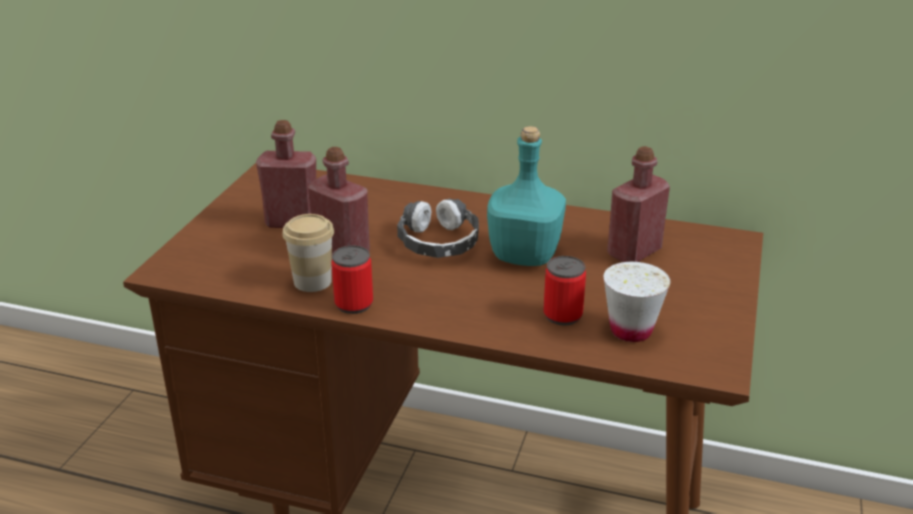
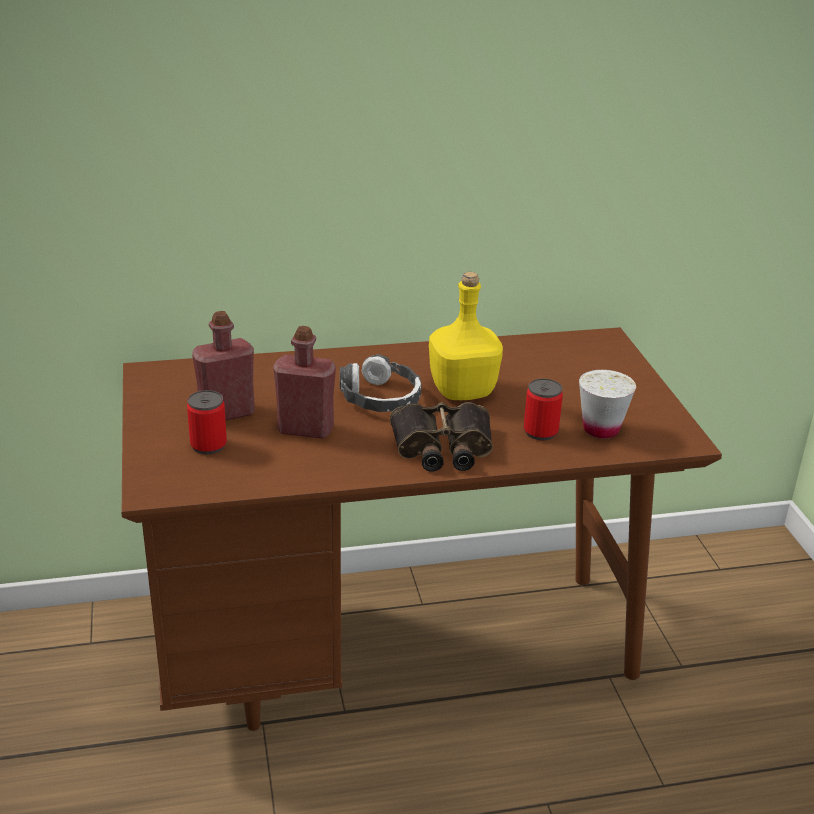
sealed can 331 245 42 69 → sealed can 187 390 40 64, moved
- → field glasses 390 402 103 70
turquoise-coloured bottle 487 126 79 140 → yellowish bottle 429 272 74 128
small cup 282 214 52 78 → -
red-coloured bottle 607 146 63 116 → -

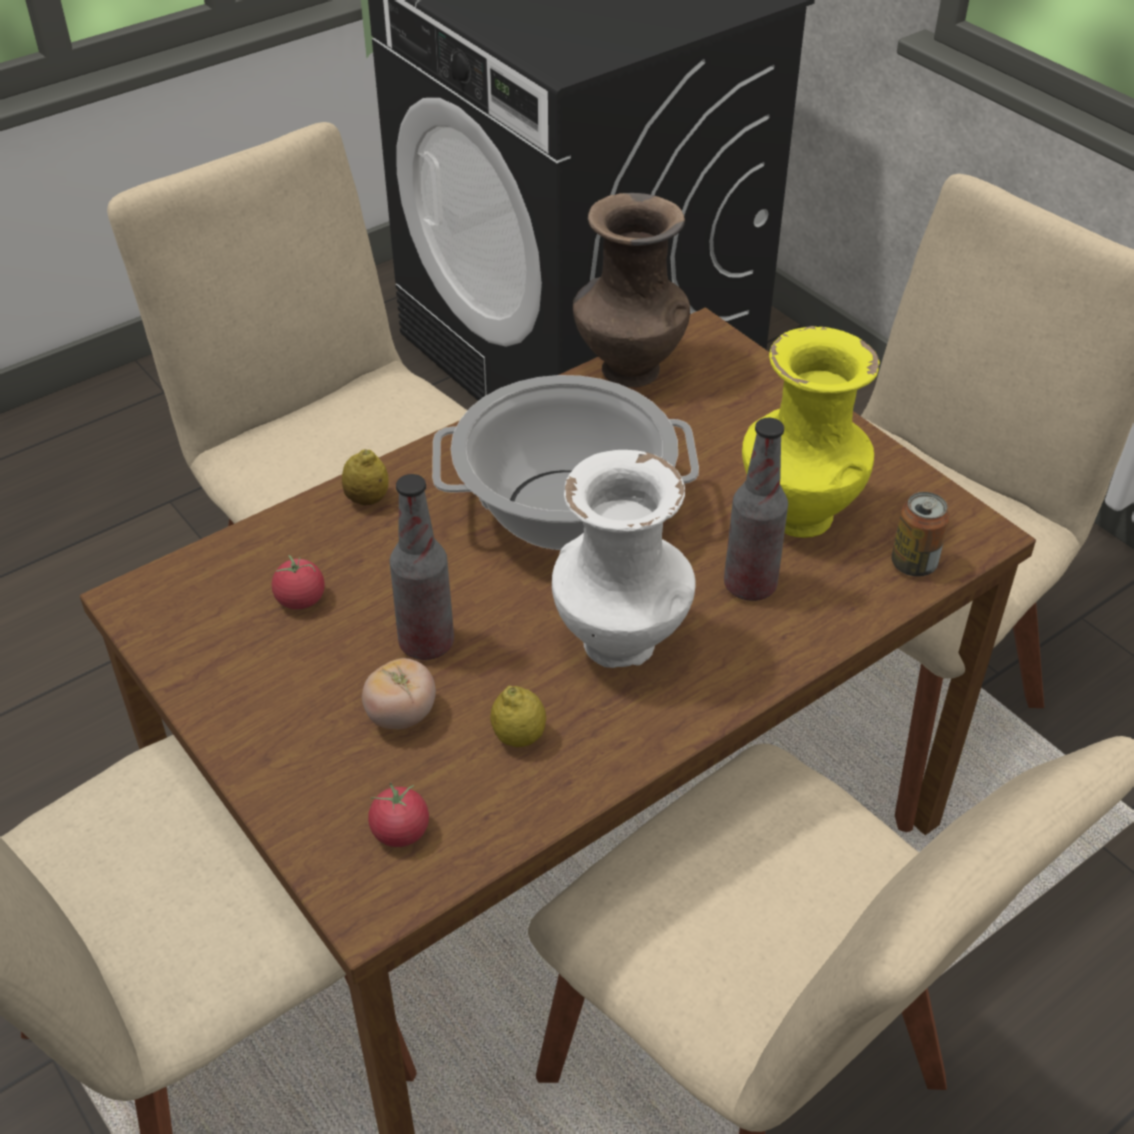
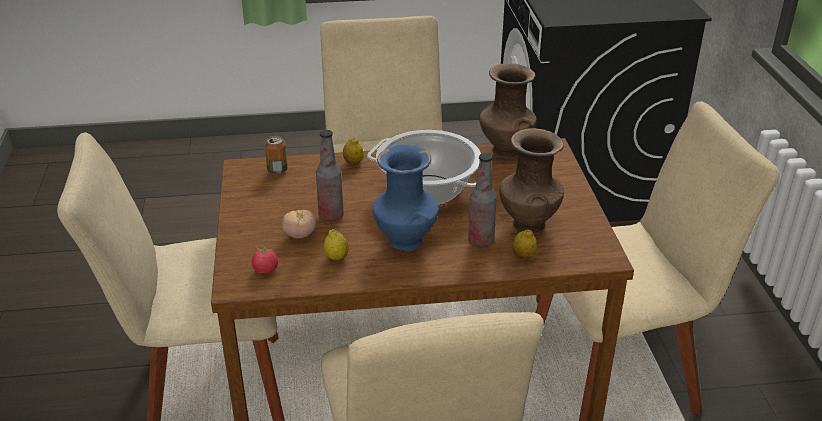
sealed can 892 492 58 85 → sealed can 265 136 22 38, moved
white-coloured vase 552 450 144 218 → blue vase 373 145 66 107
yellowish vase 742 326 138 212 → brown-coloured vase 499 128 65 106
- → citrus fruit 512 229 25 30
whole tomato 272 555 53 55 → -

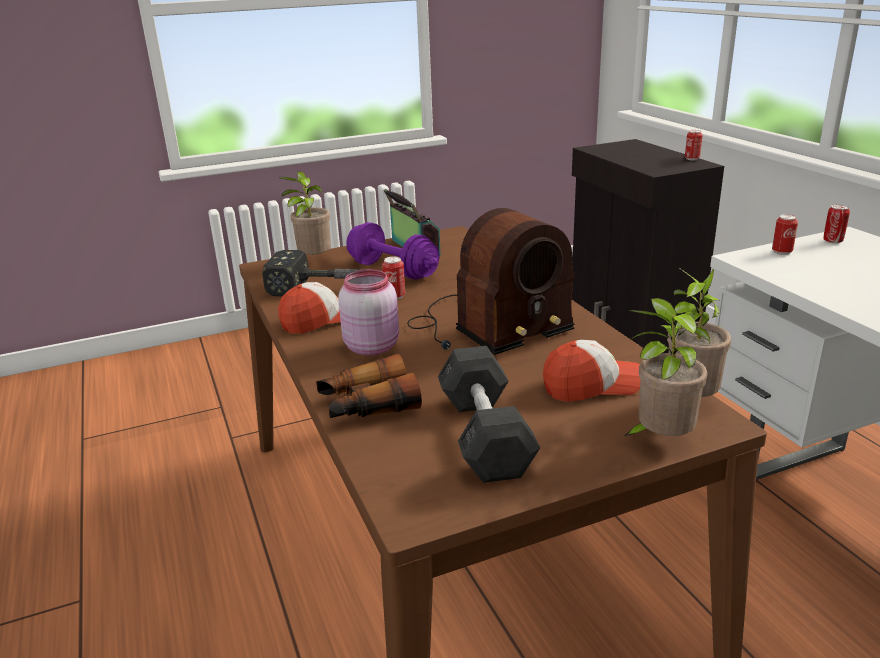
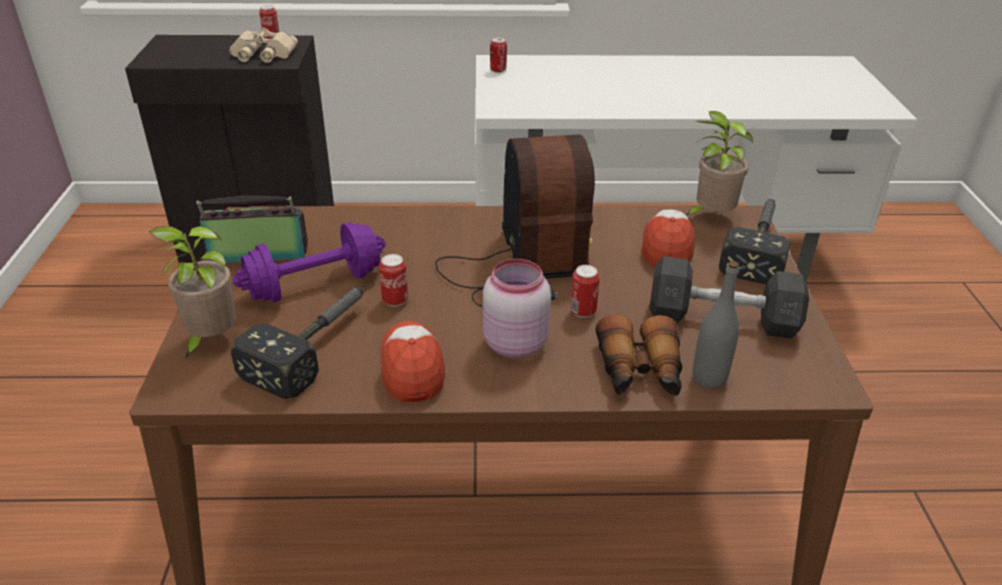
- → sand-coloured field glasses 230 27 68 36
sealed can 772 214 26 41 → sealed can 570 265 30 53, moved
- → grey bottle 693 261 46 128
houseplant 623 298 87 139 → tool hammer 719 199 72 86

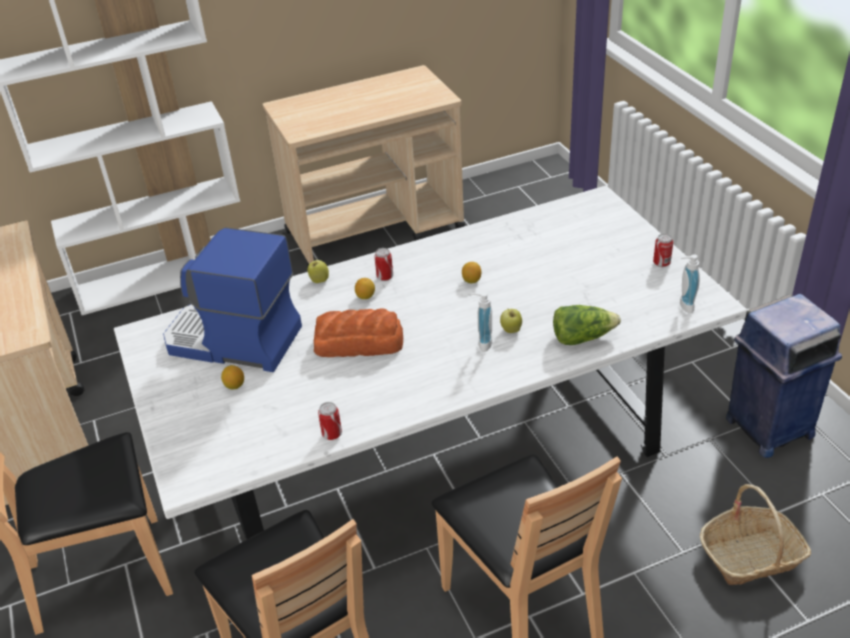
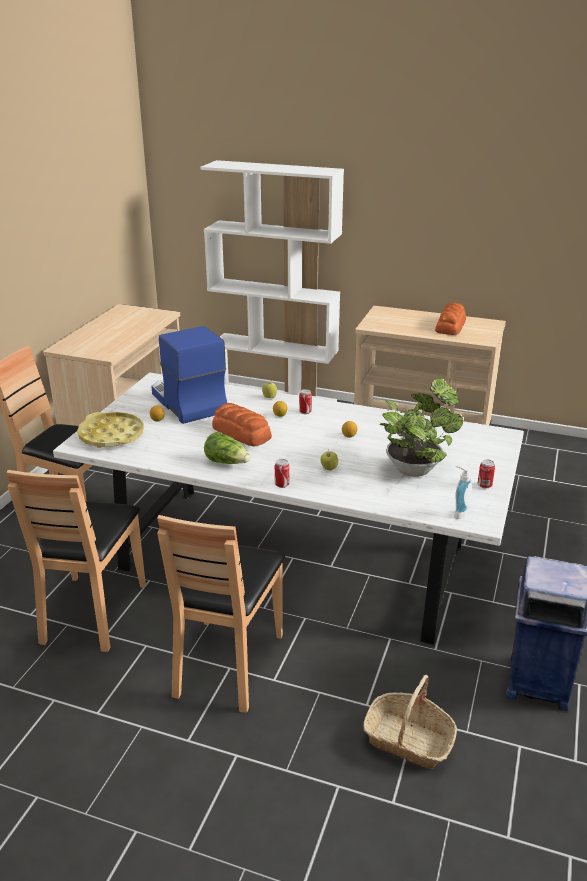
- → yellowish carrying tray 77 412 67 36
head of lettuce 553 305 68 40 → head of lettuce 204 432 46 32, moved
sealed can 318 402 24 38 → sealed can 275 459 14 29, moved
- → houseplant 380 378 83 99
- → bakery bread 435 303 31 32
liquid soap bottle 471 292 21 60 → -

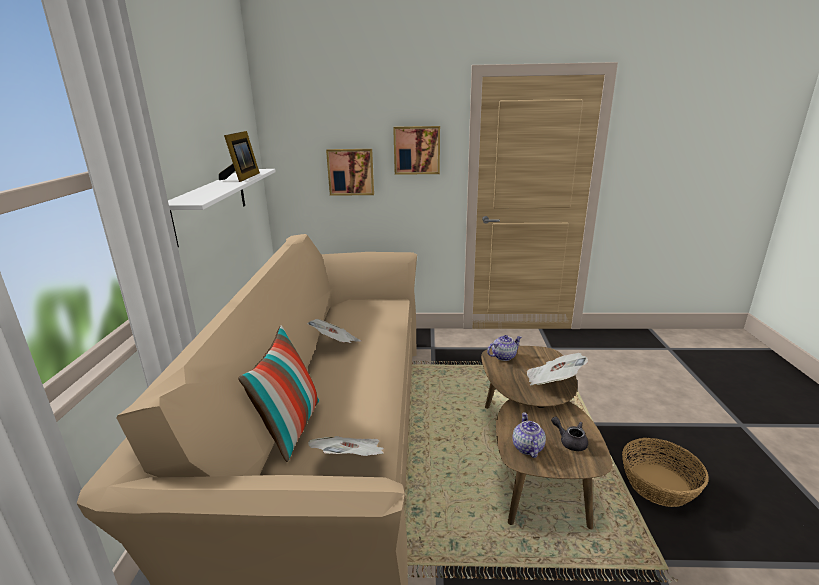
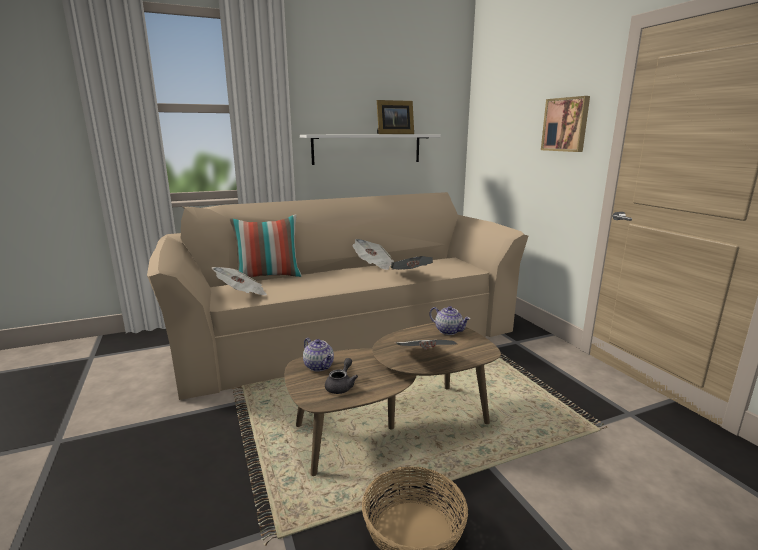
tea pot 512 412 34 46 → tea pot 303 338 31 33, 75 degrees clockwise
- → newspaper 391 256 42 14
wall picture 326 149 48 47 → -

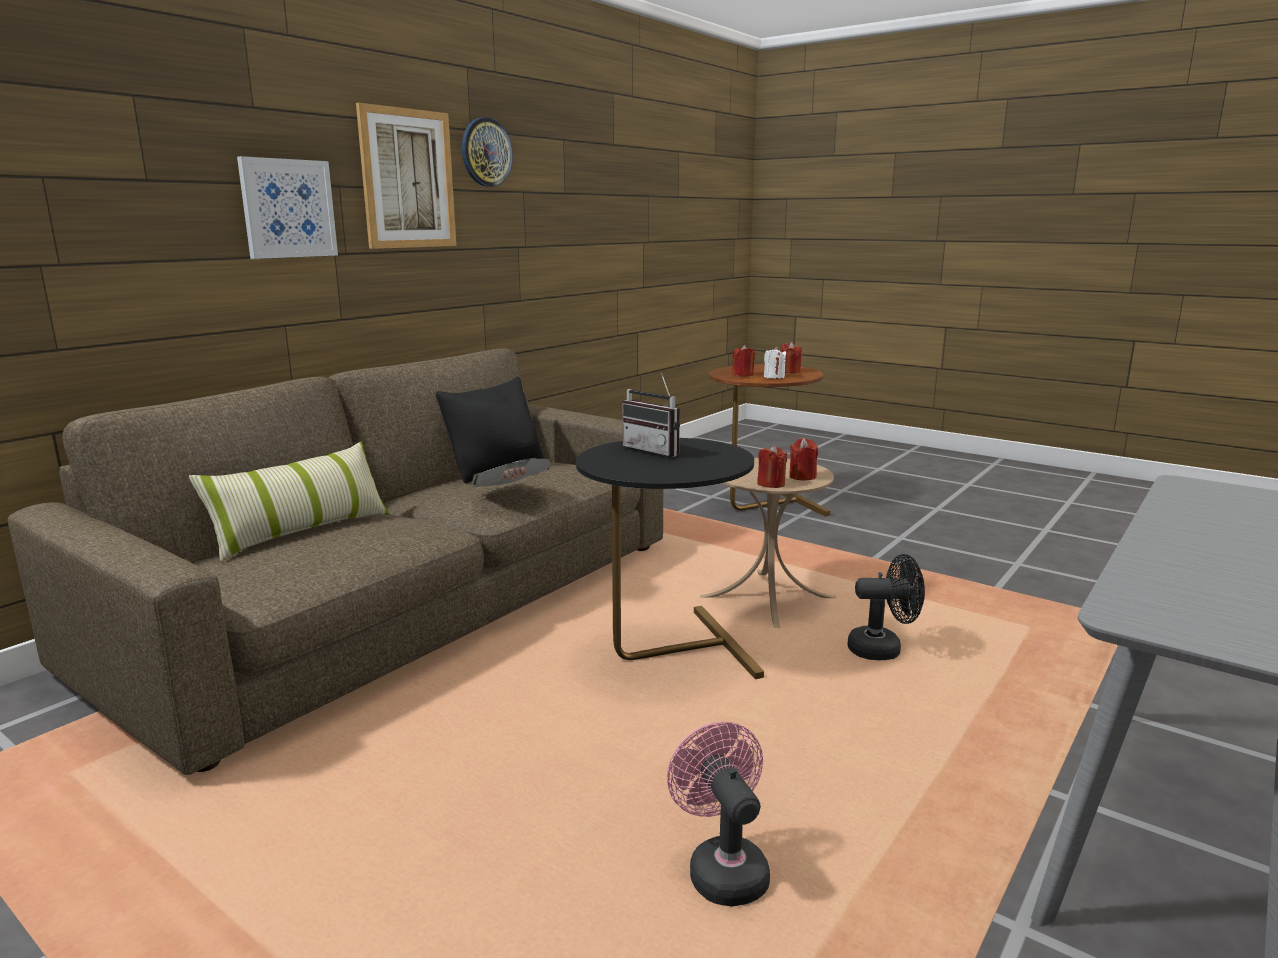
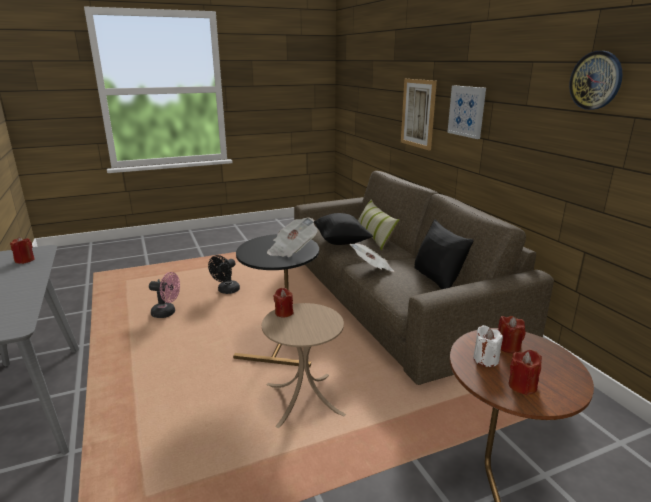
red-coloured wax candle 789 438 29 42 → red-coloured wax candle 10 237 25 27, moved
black electric fan 847 554 78 106 → black electric fan 208 255 32 39, moved
radio set 622 373 58 84 → newspaper 267 218 51 39
- → black throw pillow 314 213 59 32
wall picture 356 103 101 146 → wall picture 401 79 36 71, moved

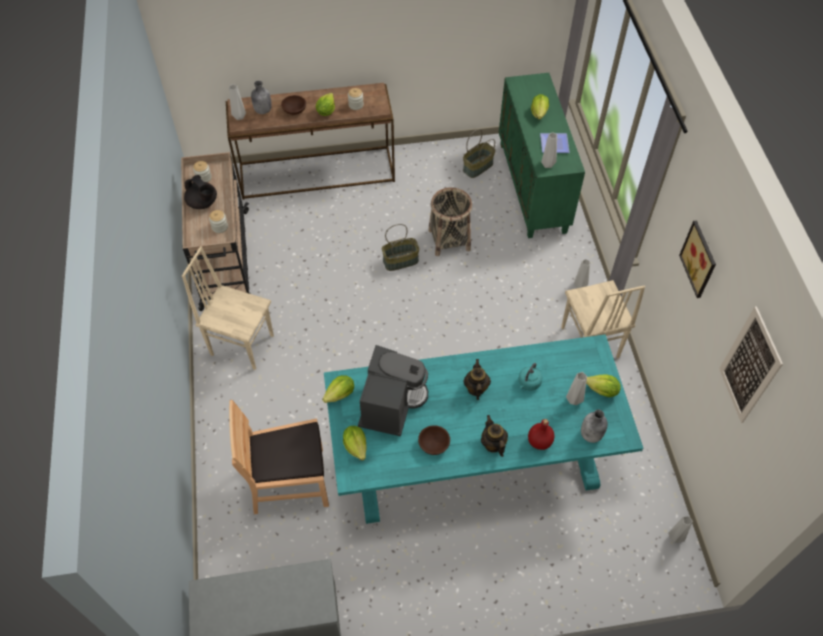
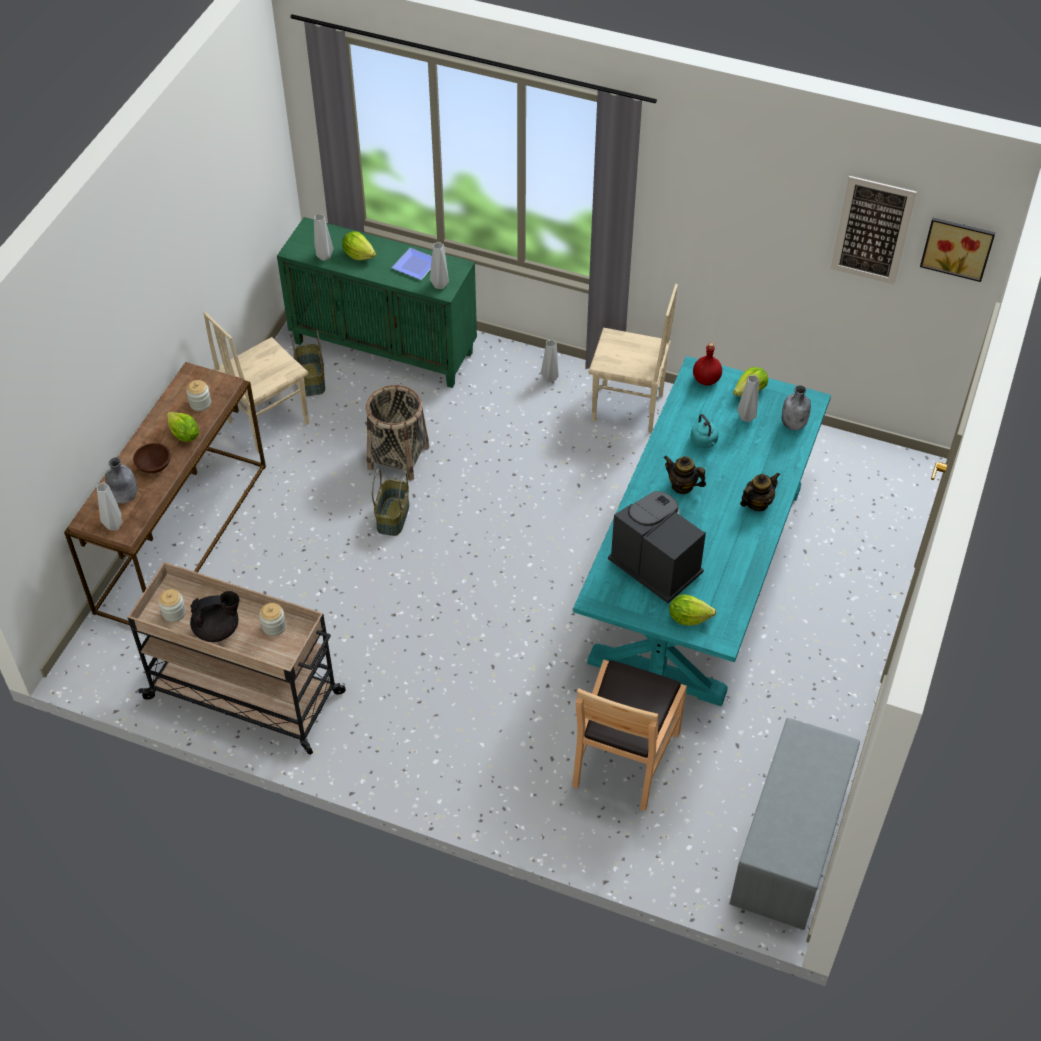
sand-coloured chair 182 246 92 124 → sand-coloured chair 203 312 106 141, moved
grey vase 668 516 25 27 → grey vase 314 214 19 47, moved
red-coloured bottle 528 419 26 31 → red-coloured bottle 693 343 29 43, moved
tea pot 481 415 27 42 → tea pot 740 472 40 39, 135 degrees clockwise
wall picture 679 221 37 77 → wall picture 920 218 75 64, moved
head of lettuce 322 375 32 28 → -
brown-coloured bowl 418 425 32 30 → -

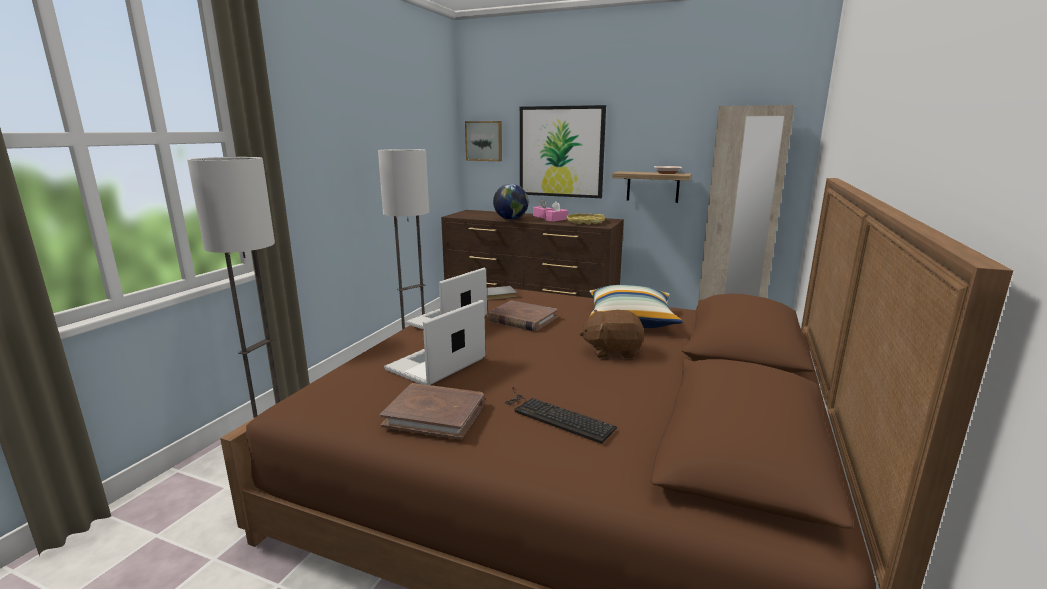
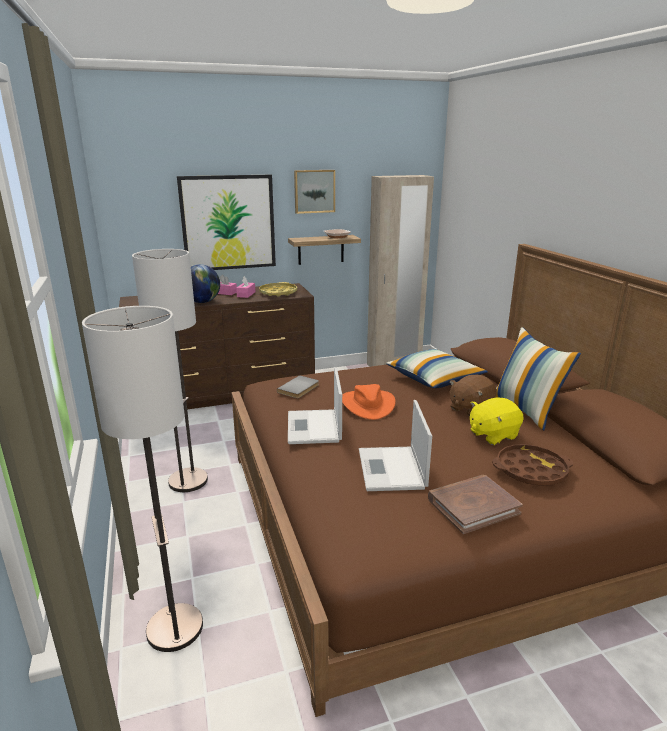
wall picture 465 121 37 40 → wall picture 294 170 41 44, moved
brown-coloured bound book 488 300 70 32 → orangey wearable hat 342 384 53 36
- → yellowish soft toy 470 397 54 48
PC keyboard 505 387 112 57 → brown-coloured carrying tray 492 444 81 42
- → throw pillow 495 327 86 104

